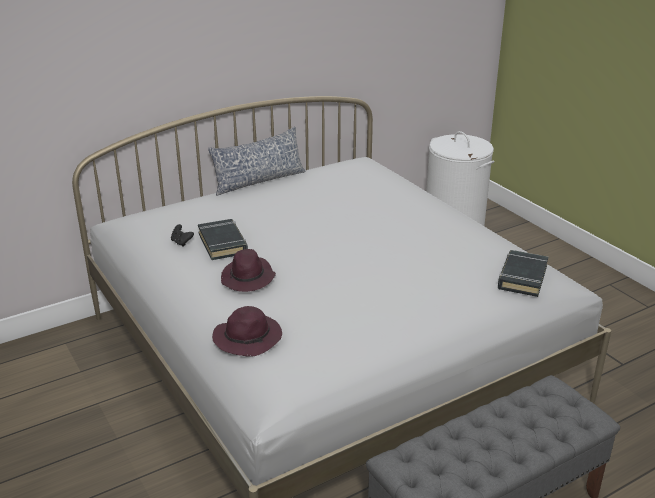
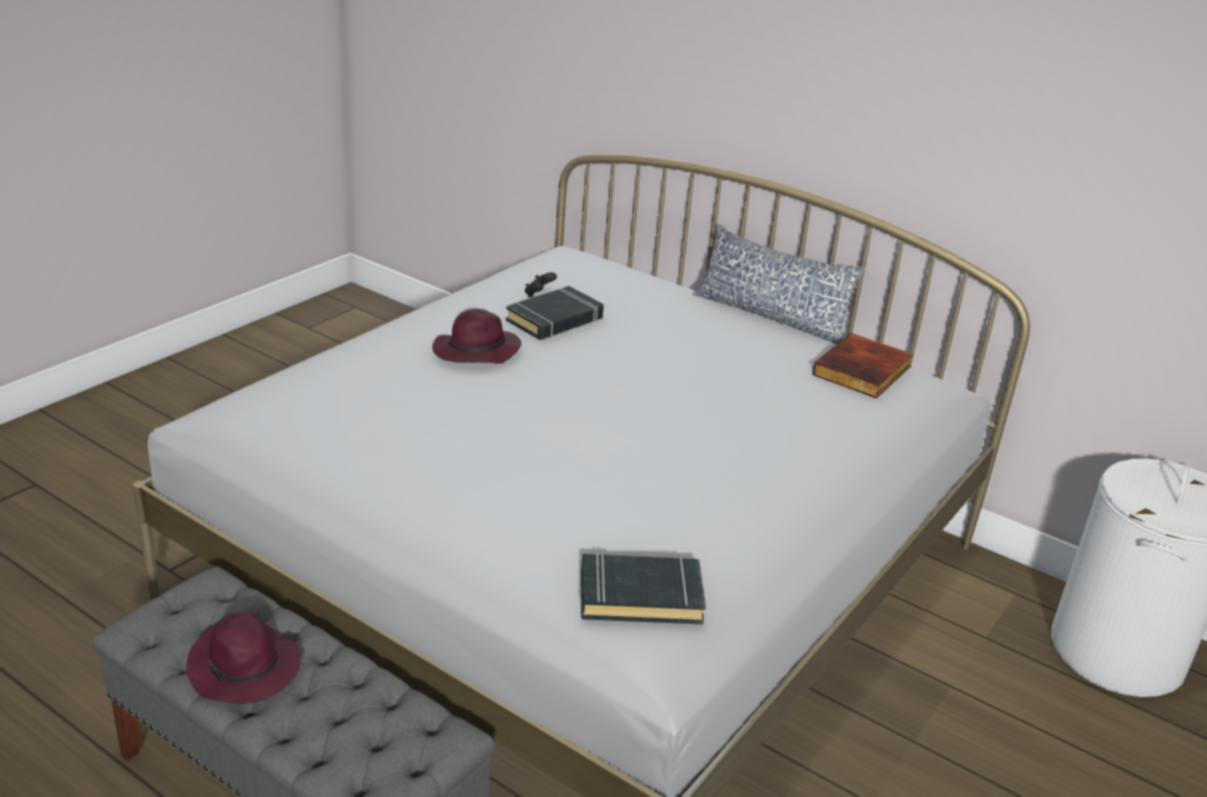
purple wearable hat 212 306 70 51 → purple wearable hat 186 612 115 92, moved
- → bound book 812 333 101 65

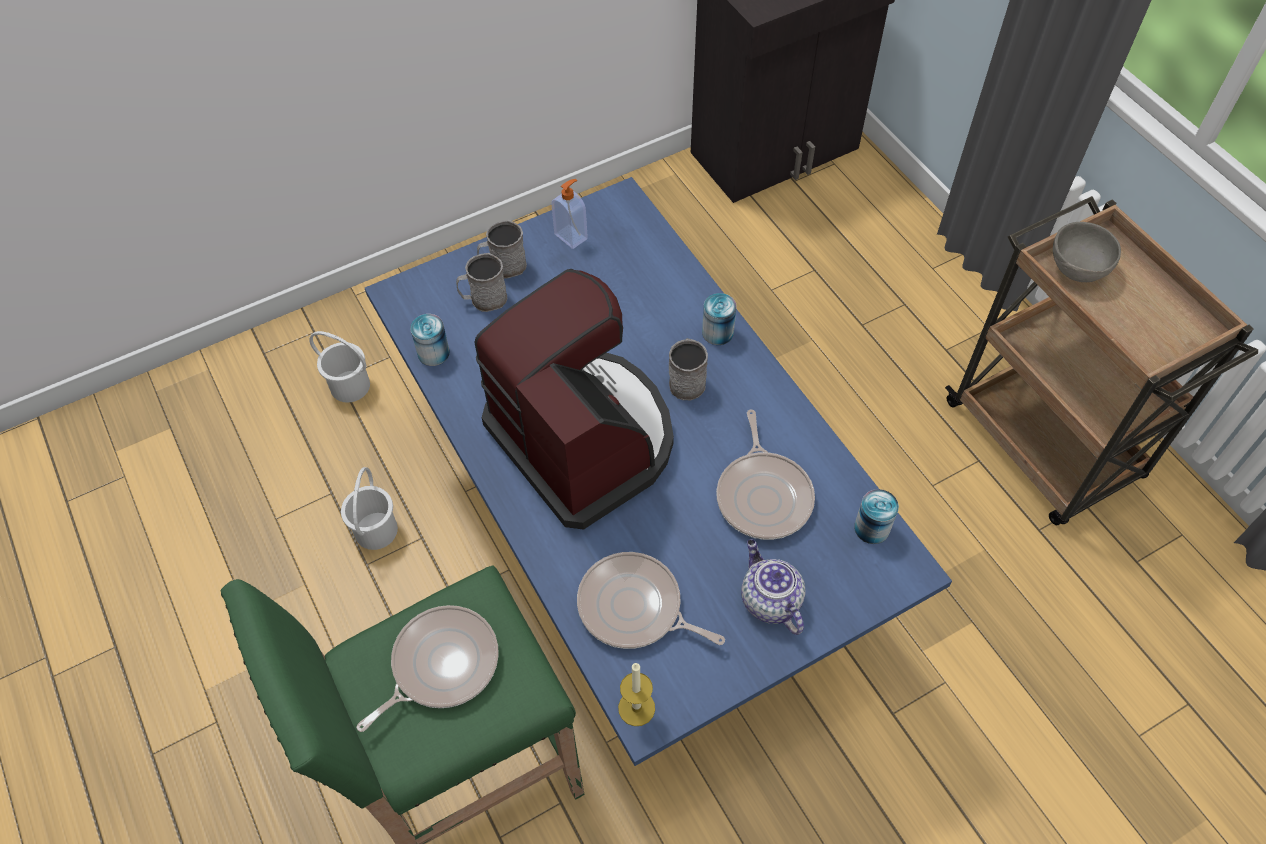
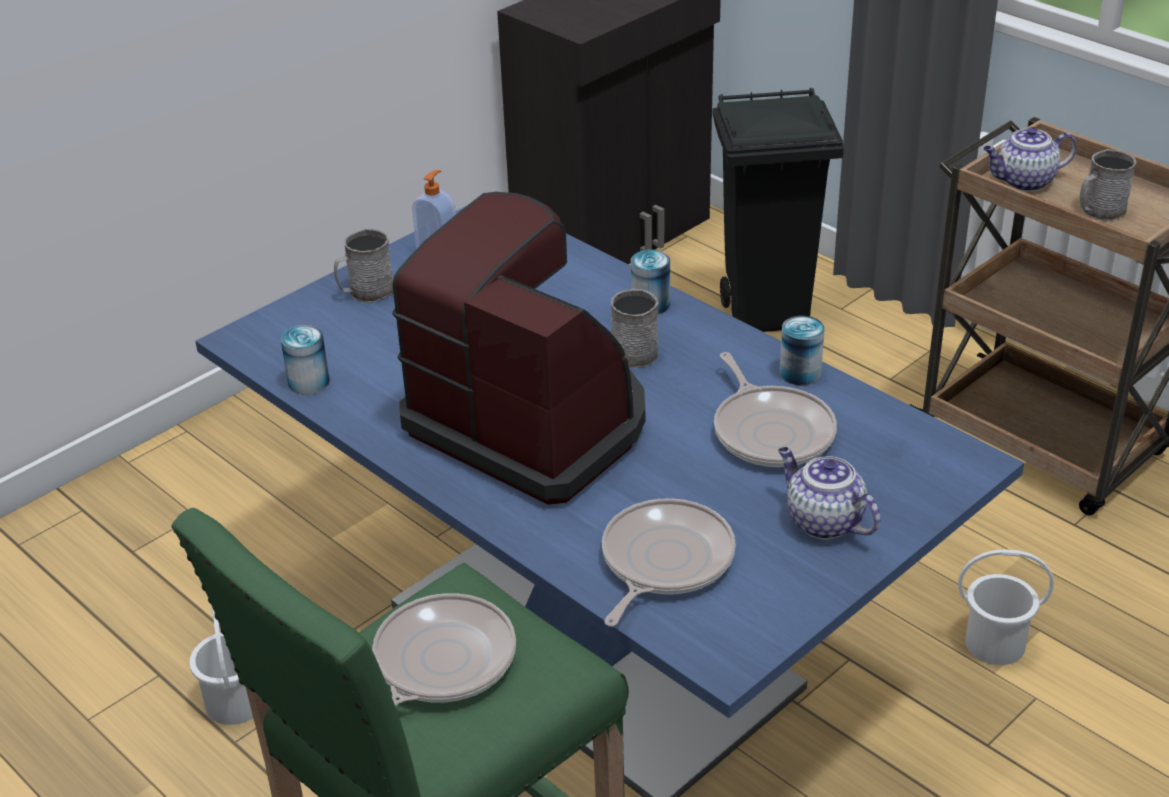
frying pan 577 552 148 97 → frying pan 602 498 134 129, 105 degrees clockwise
- → black rubbish bin 713 88 131 244
sealed can 854 489 45 55 → sealed can 780 316 45 70, moved
white-coloured water bucket 309 331 61 72 → white-coloured water bucket 958 549 96 116, moved
grey bowl 1053 222 68 60 → tea pot 983 127 94 65
grey coffee mug 456 253 51 59 → grey coffee mug 1080 149 56 72, moved
wax candle 618 663 37 63 → -

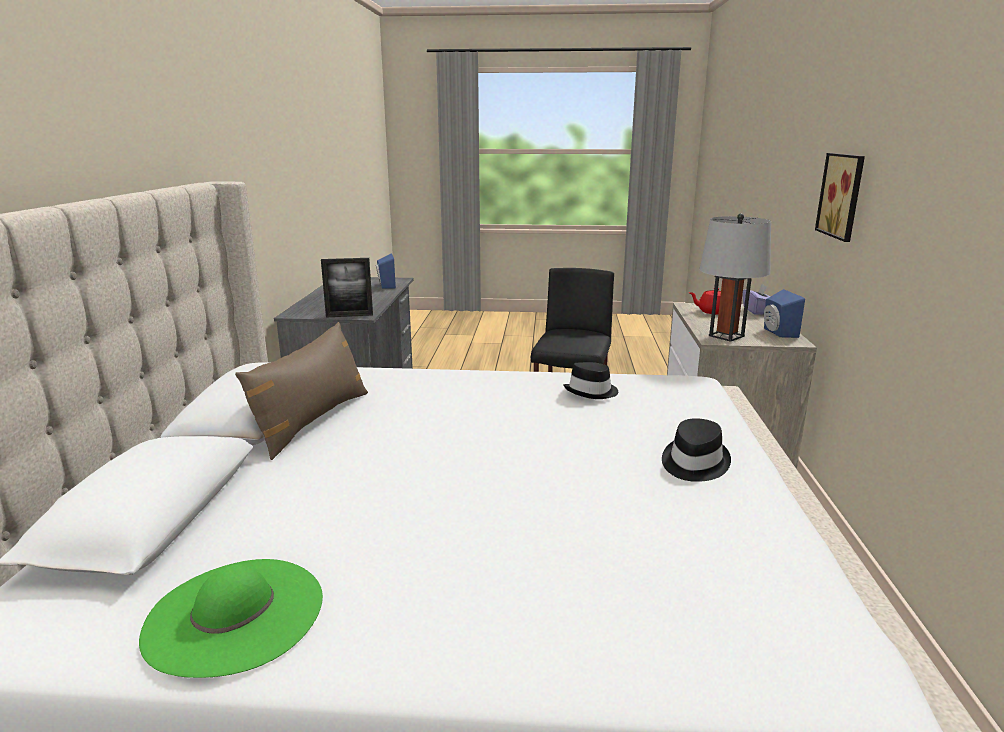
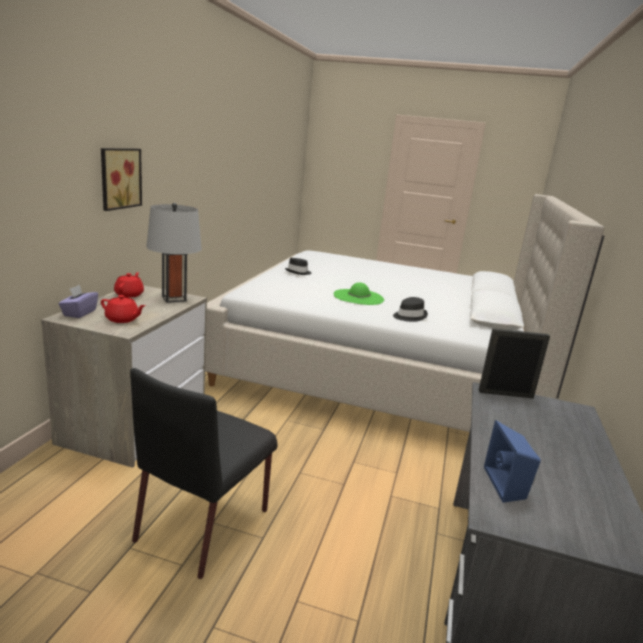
blue speaker 764 289 41 49 → red-coloured tea pot 114 272 30 26
green-coloured wearable hat 139 559 184 119 → green-coloured wearable hat 334 282 50 23, moved
black wearable hat 563 362 55 37 → black wearable hat 393 297 35 25, moved
brown-coloured throw pillow 235 322 133 138 → -

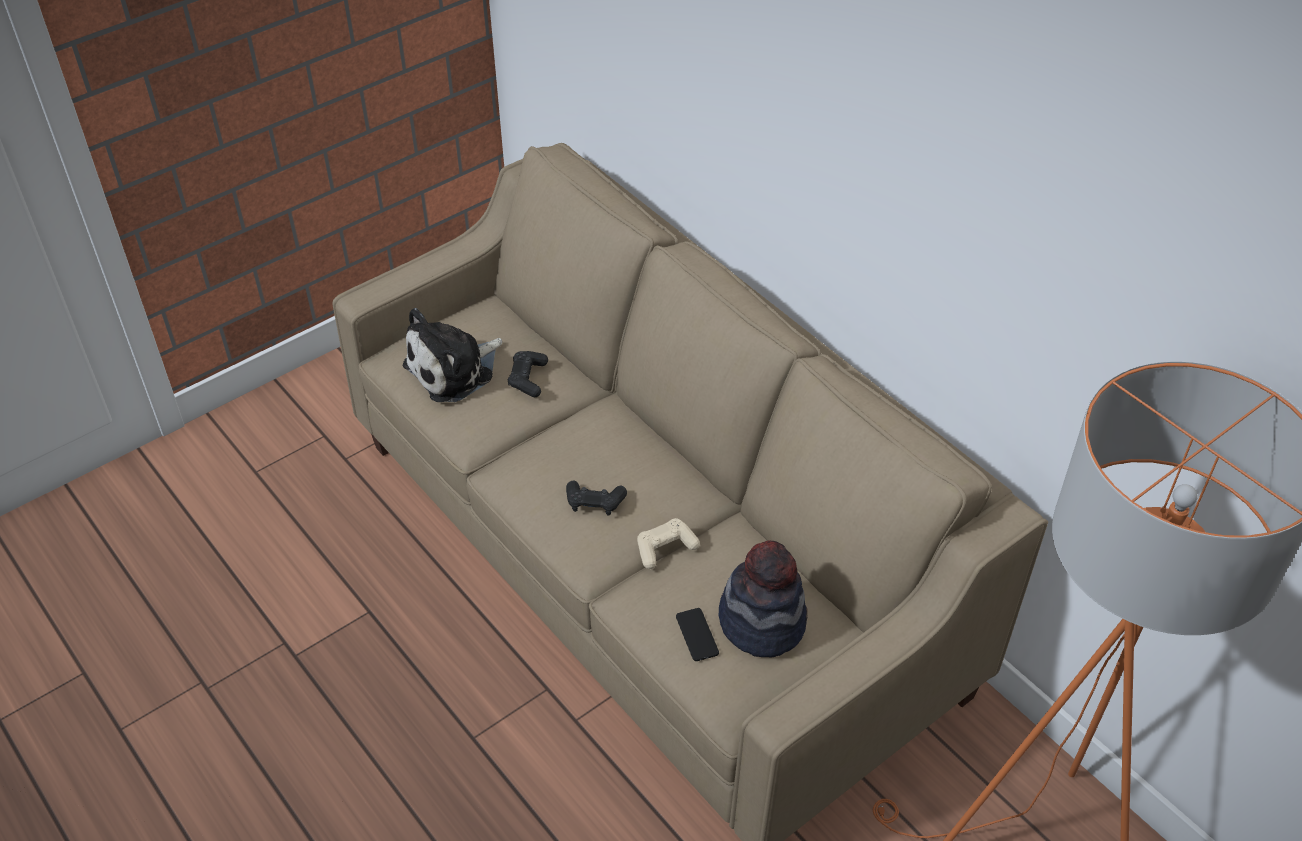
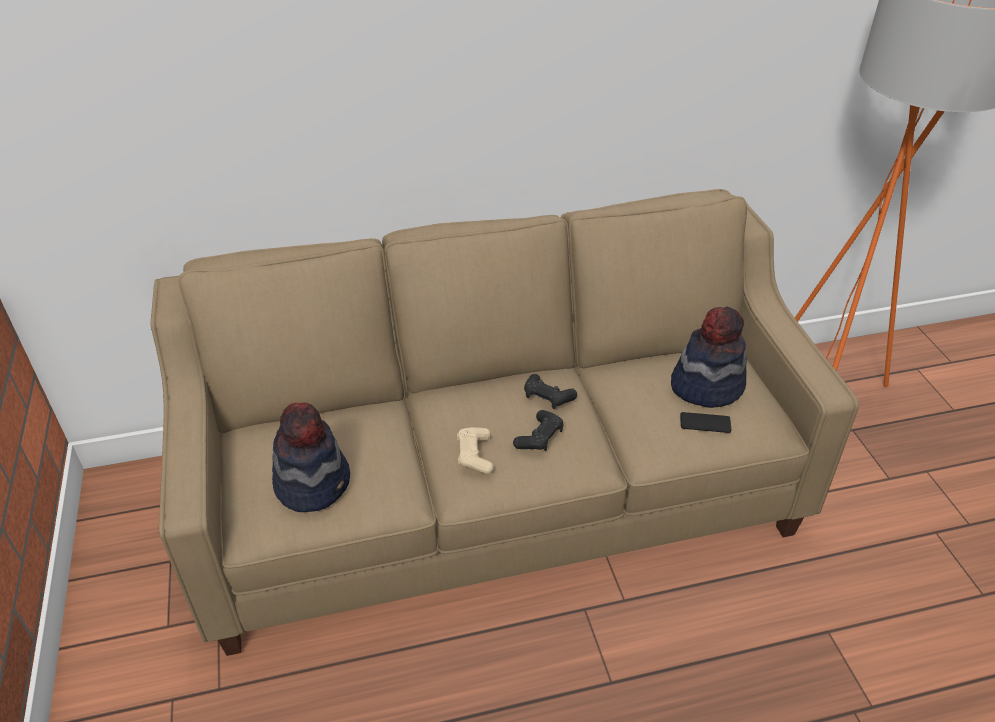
soft toy 403 308 99 94 → wearable hat 272 403 78 109
sand-coloured joypad 637 518 63 51 → sand-coloured joypad 457 427 36 47, moved
black joypad 508 351 40 46 → black joypad 524 374 53 35, moved

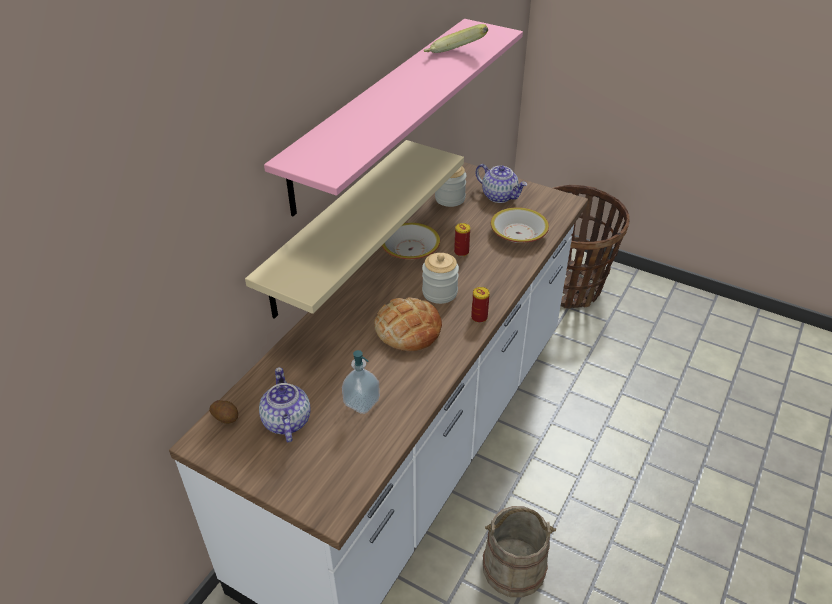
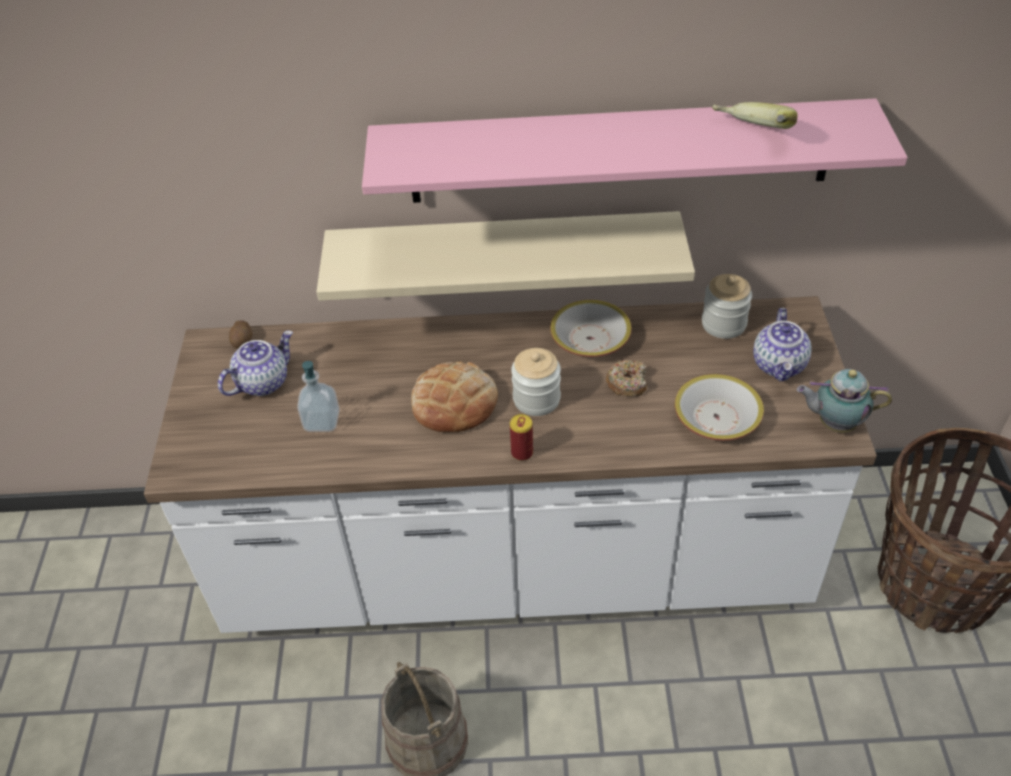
sealed can 454 223 16 34 → donut 606 360 41 36
- → tea pot 797 369 95 64

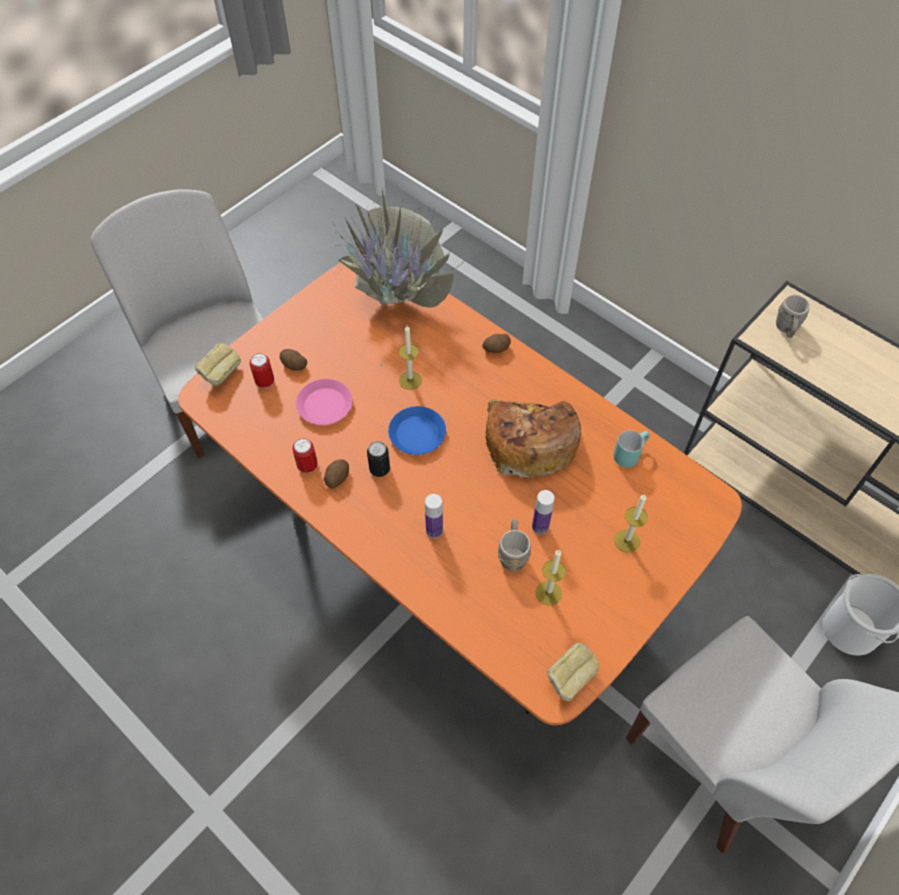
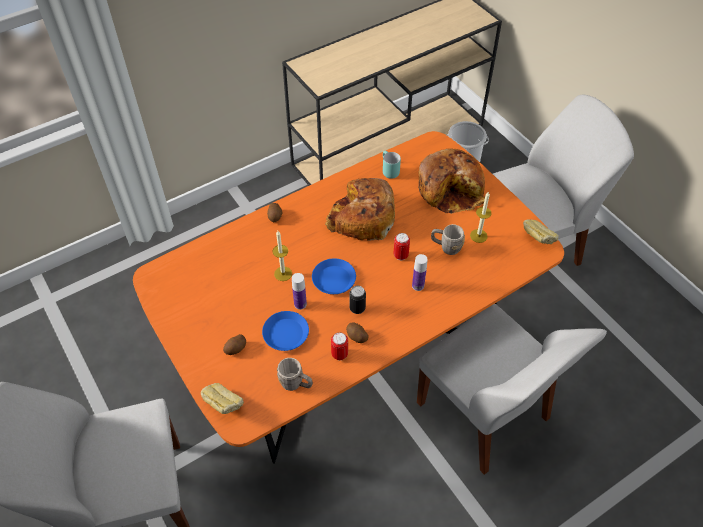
pink flat dish 296 379 57 46 → blue flat dish 262 311 47 40
grey coffee mug 776 295 34 43 → grey coffee mug 277 358 36 33, moved
bottle 532 490 22 45 → bottle 292 273 15 37, moved
sealed can 249 353 25 35 → sealed can 394 233 16 27, moved
- → white-coloured chair 417 304 190 171
wax candle 614 494 34 59 → bakery bread 418 148 67 66
houseplant 312 186 152 180 → -

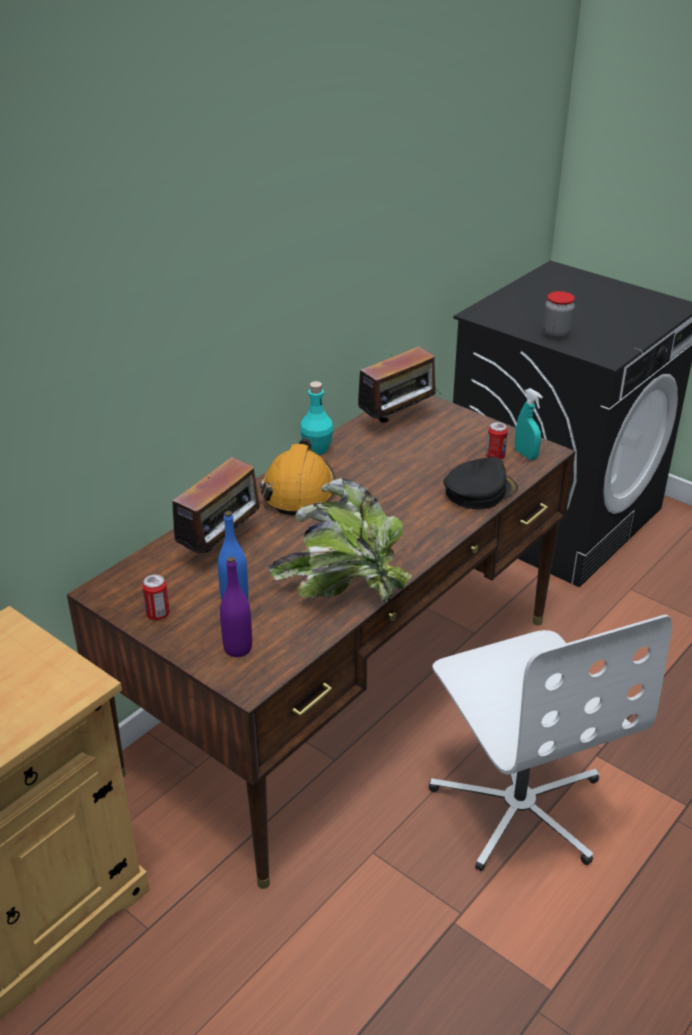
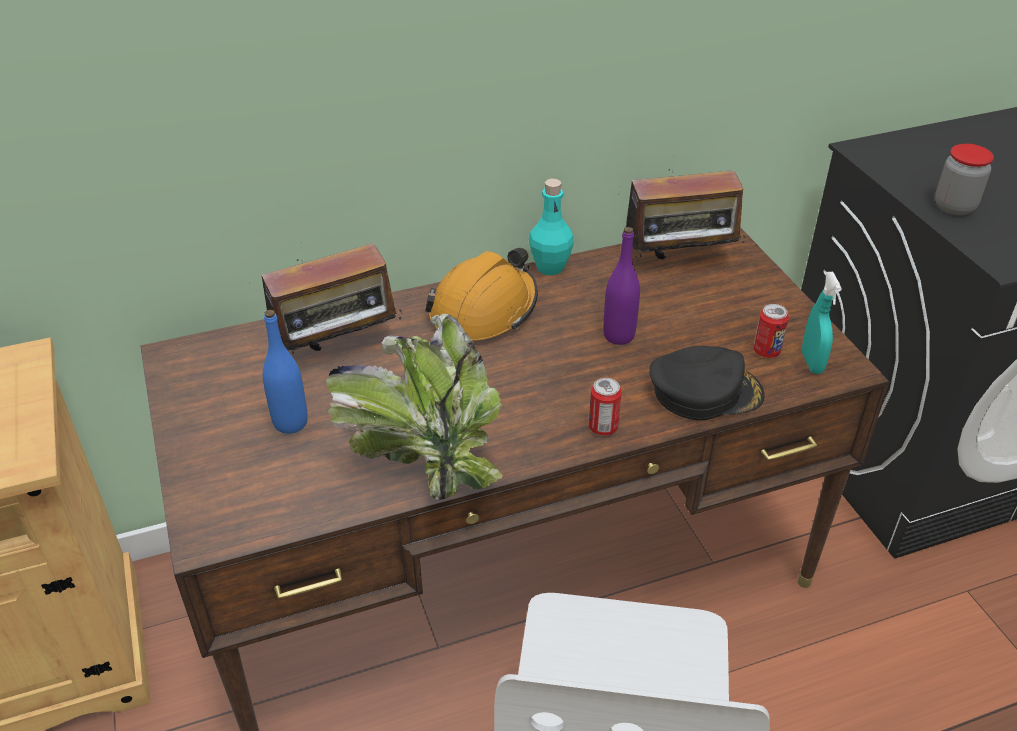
sealed can 142 574 28 46 → sealed can 589 378 33 58, moved
purple bottle 220 557 32 100 → purple bottle 603 227 37 118, moved

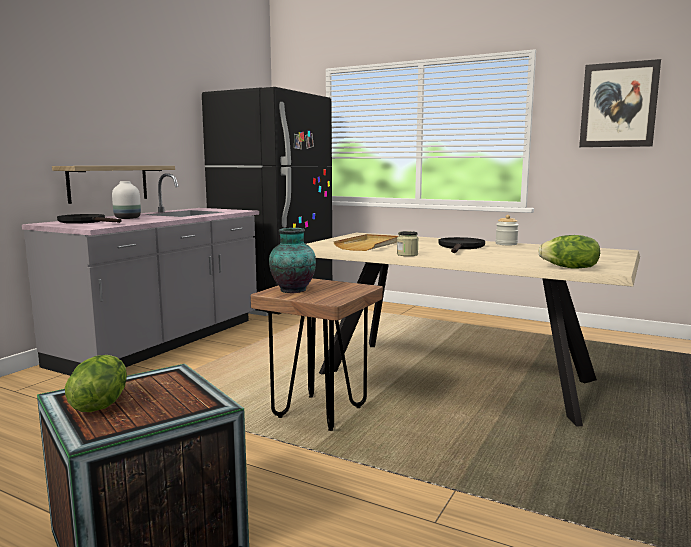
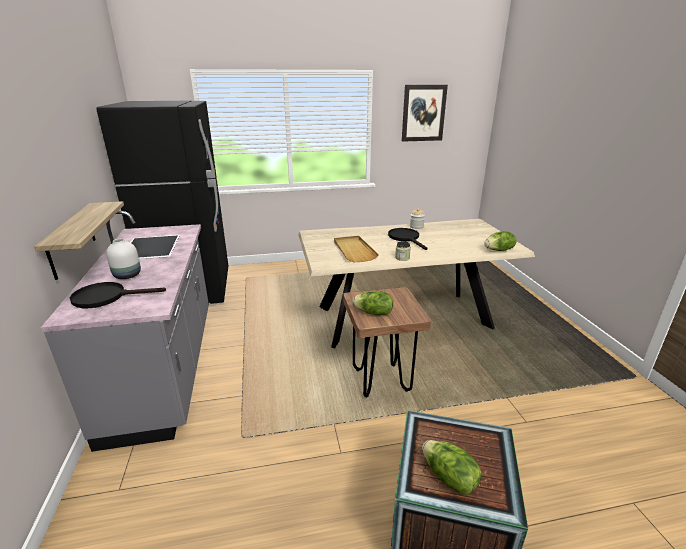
vase 269 228 47 65 → head of lettuce 352 291 41 24

